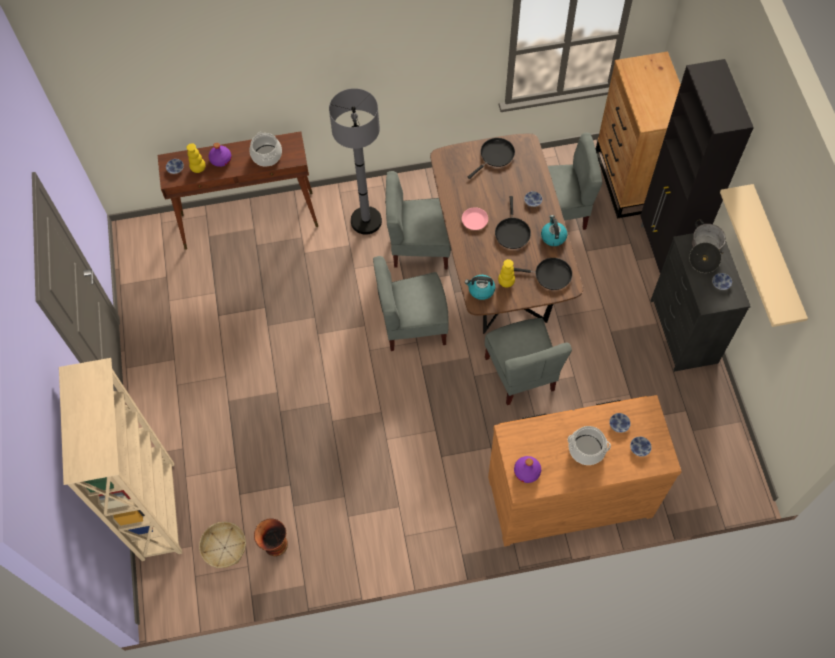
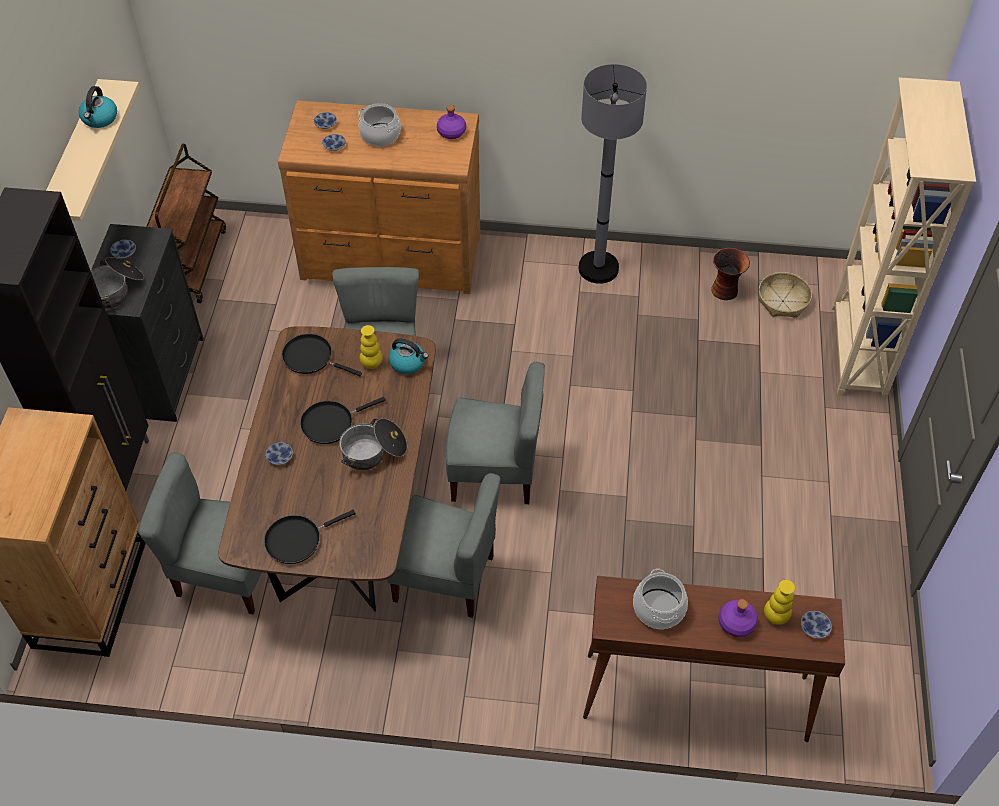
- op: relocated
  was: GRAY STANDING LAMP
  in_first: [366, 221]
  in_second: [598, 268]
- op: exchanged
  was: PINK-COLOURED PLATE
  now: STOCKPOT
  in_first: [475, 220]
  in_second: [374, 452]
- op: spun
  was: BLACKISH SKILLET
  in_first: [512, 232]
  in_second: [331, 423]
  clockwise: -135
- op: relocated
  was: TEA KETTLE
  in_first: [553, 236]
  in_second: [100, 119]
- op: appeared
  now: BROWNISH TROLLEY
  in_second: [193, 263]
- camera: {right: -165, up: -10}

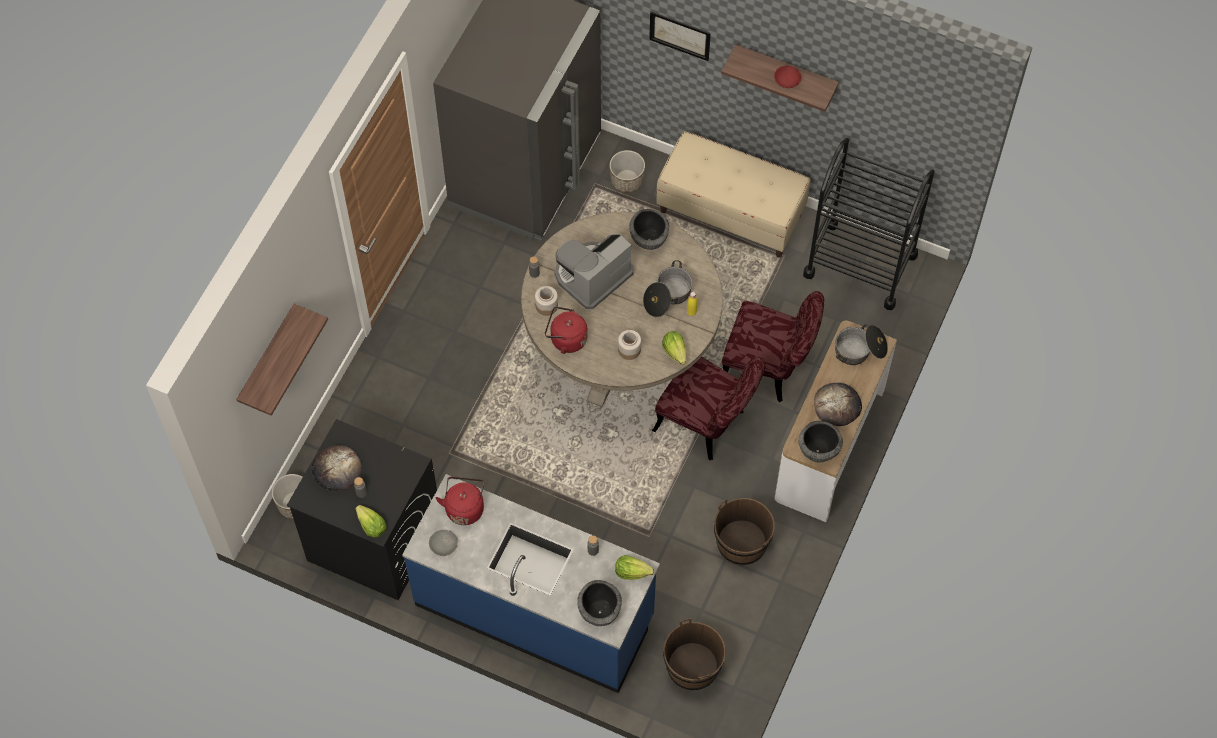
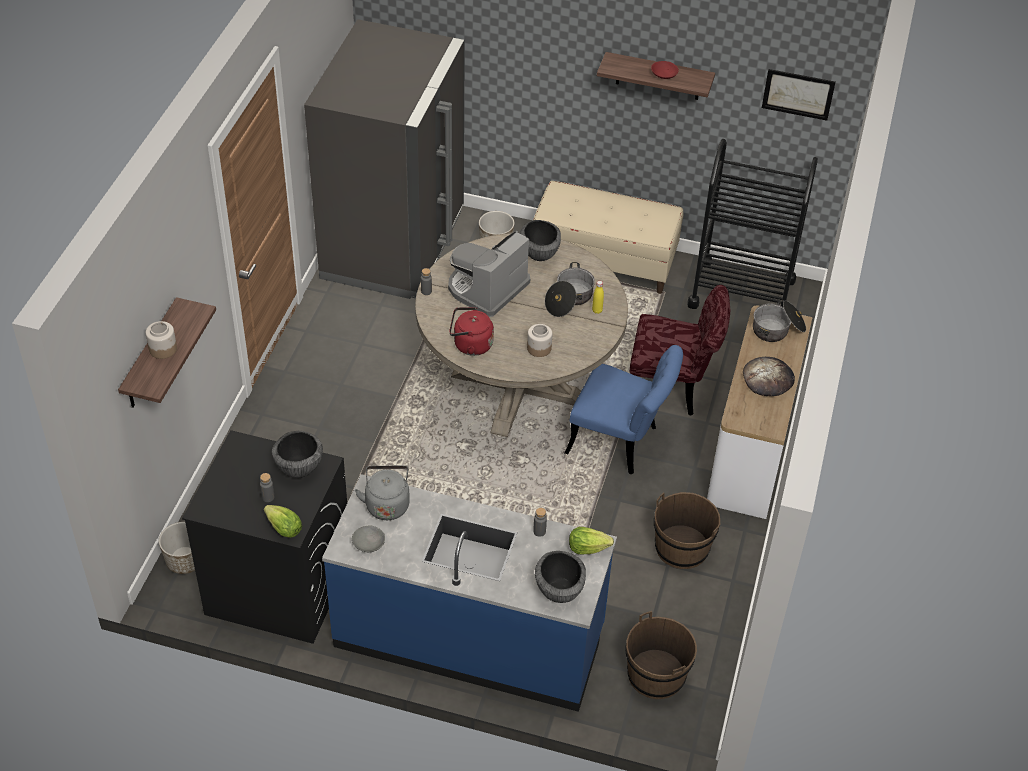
- op: missing
  was: BREAD
  in_first: [337, 469]
- op: colour
  was: RED-COLOURED TEA KETTLE
  now: GRAY TEA KETTLE
  in_first: [464, 507]
  in_second: [387, 504]
- op: relocated
  was: JAR
  in_first: [546, 305]
  in_second: [163, 349]
- op: relocated
  was: WALL ART
  in_first: [680, 35]
  in_second: [798, 94]
- op: colour
  was: RED-COLOURED PLAIN CHAIR
  now: BLUE-COLOURED PLAIN CHAIR
  in_first: [707, 425]
  in_second: [621, 443]
- op: missing
  was: LETTUCE HEAD
  in_first: [675, 351]
- op: relocated
  was: BOWL
  in_first: [818, 451]
  in_second: [299, 468]
- camera: {right: -10, up: -15}

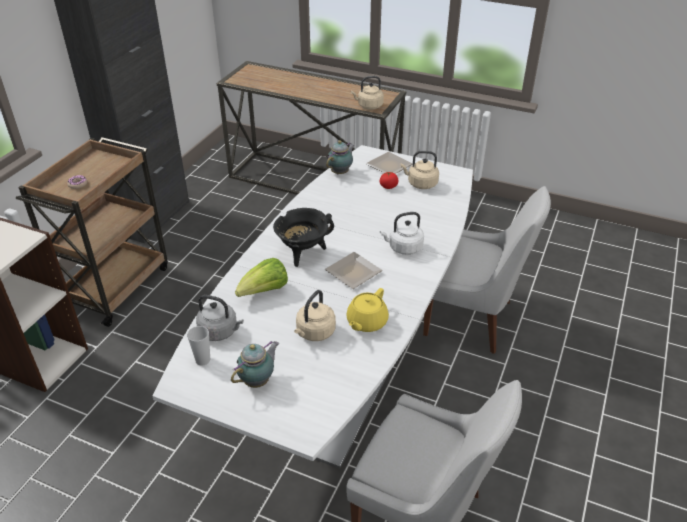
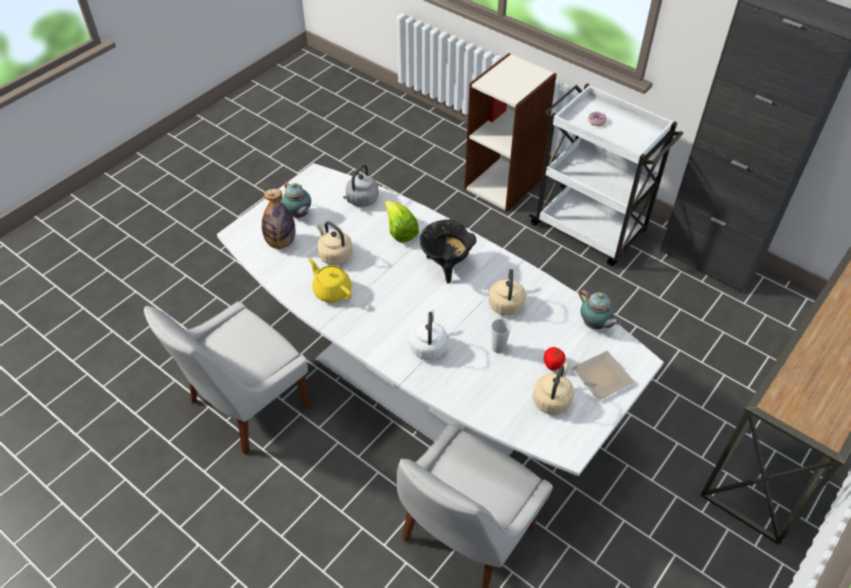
- op: colour
  was: BROWNISH TROLLEY
  now: WHITISH TROLLEY
  in_first: [116, 286]
  in_second: [590, 229]
- op: relocated
  was: CUP
  in_first: [203, 360]
  in_second: [498, 348]
- op: missing
  was: PLATE
  in_first: [353, 271]
- op: relocated
  was: BEIGE-COLOURED TEA KETTLE
  in_first: [368, 106]
  in_second: [506, 303]
- op: appeared
  now: DRINK BOTTLE
  in_second: [281, 243]
- camera: {right: 105, up: 10}

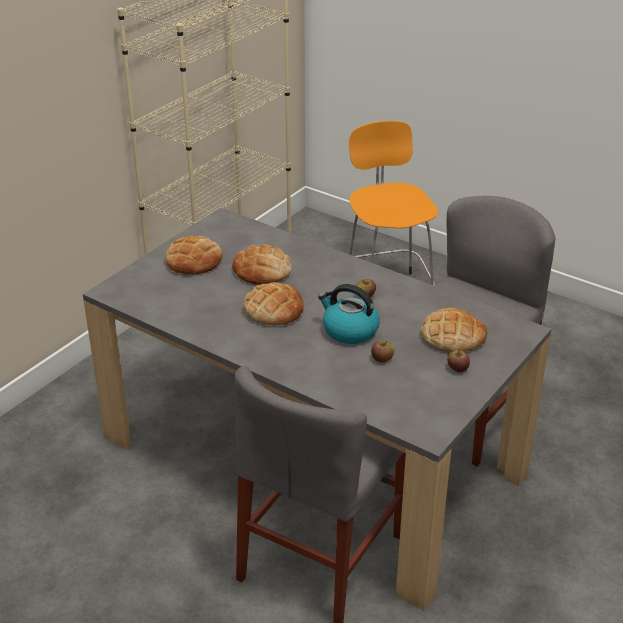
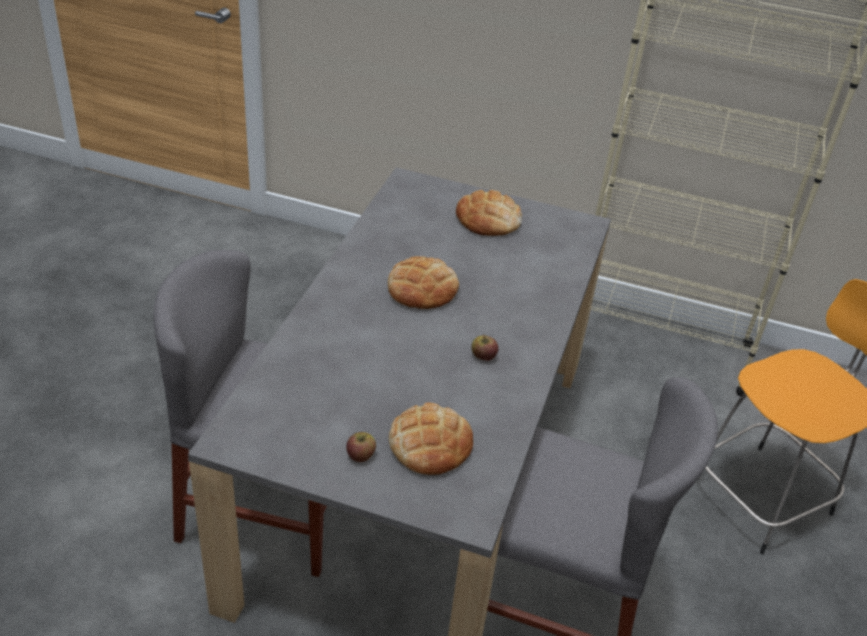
- op: missing
  was: BREAD
  in_first: [262, 271]
- op: missing
  was: TEA KETTLE
  in_first: [349, 330]
- op: missing
  was: APPLE FRUIT
  in_first: [382, 359]
- camera: {right: 70, up: 5}

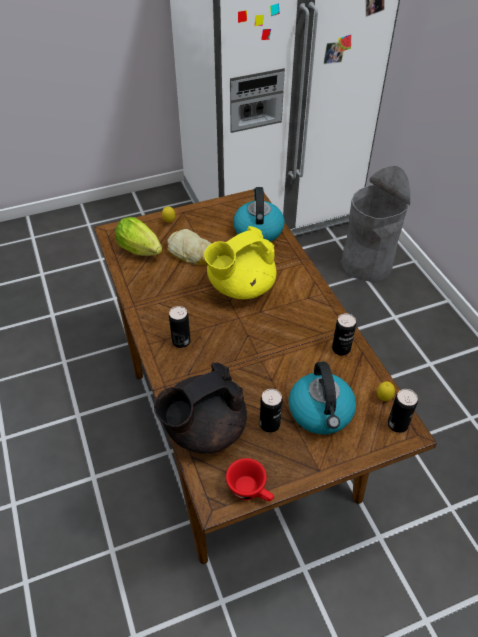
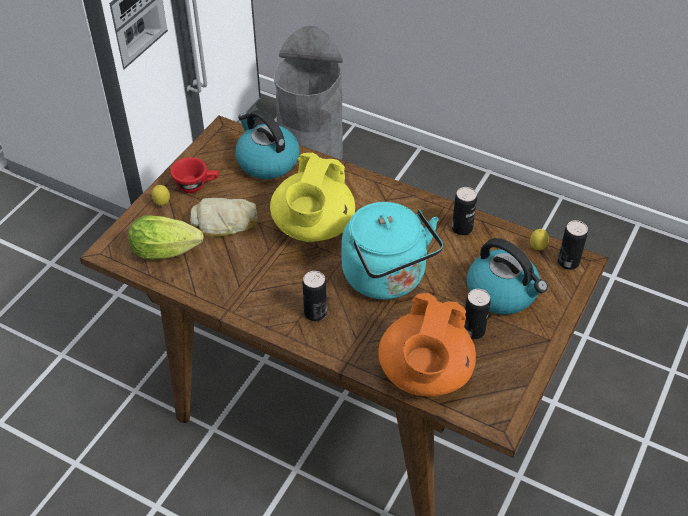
- op: colour
  was: BLACKISH TEAPOT
  now: ORANGE-COLOURED TEAPOT
  in_first: [203, 429]
  in_second: [425, 374]
- op: relocated
  was: RED-COLOURED CUP
  in_first: [251, 491]
  in_second: [196, 185]
- op: appeared
  now: TURQUOISE-COLOURED TEA KETTLE
  in_second: [387, 278]
- camera: {right: -40, up: 0}

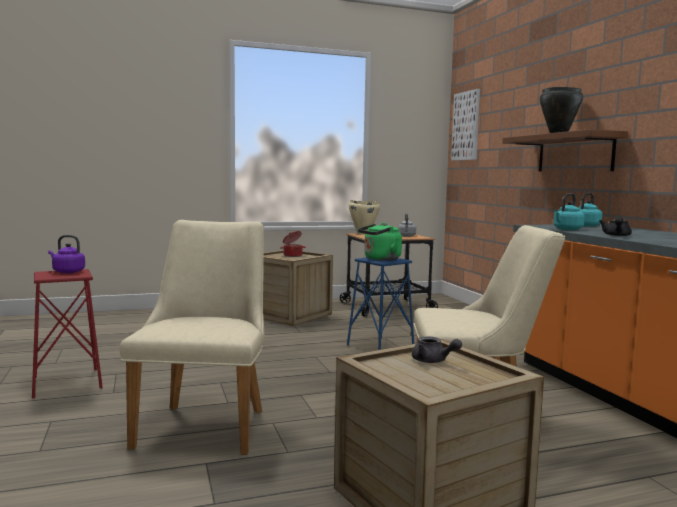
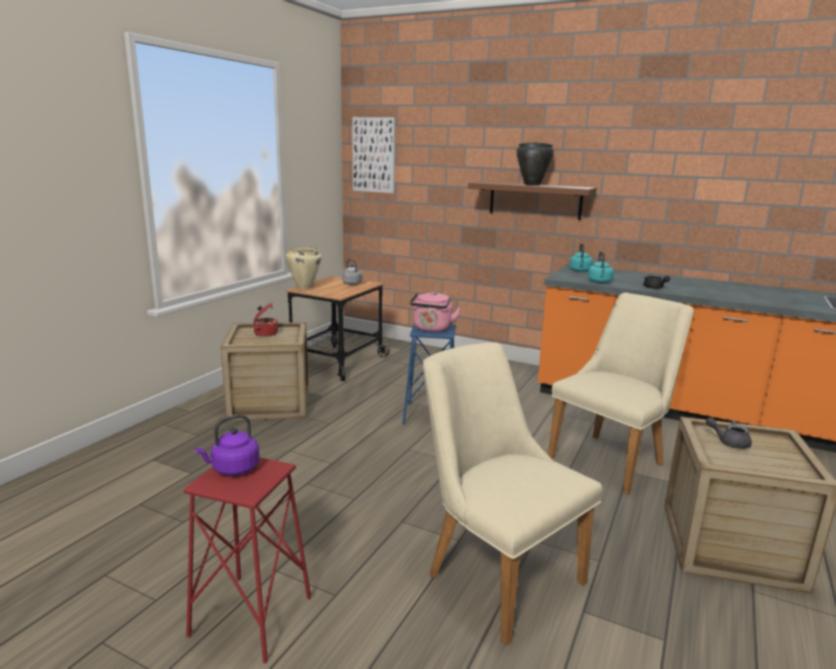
- op: colour
  was: GREEN-COLOURED TEA KETTLE
  now: PINK-COLOURED TEA KETTLE
  in_first: [380, 259]
  in_second: [432, 329]
- op: spun
  was: GRAY TEAPOT
  in_first: [433, 361]
  in_second: [729, 442]
  clockwise: -150
- camera: {right: -45, up: 10}

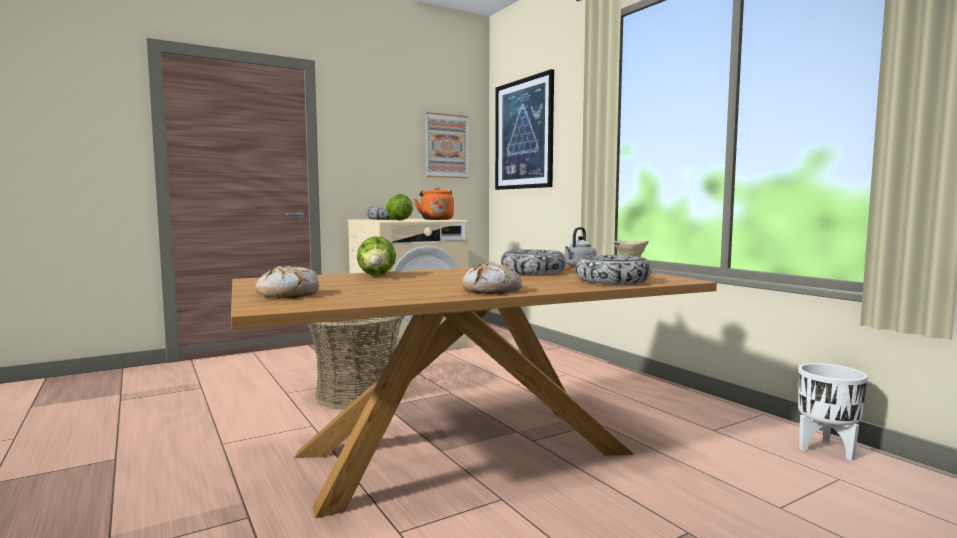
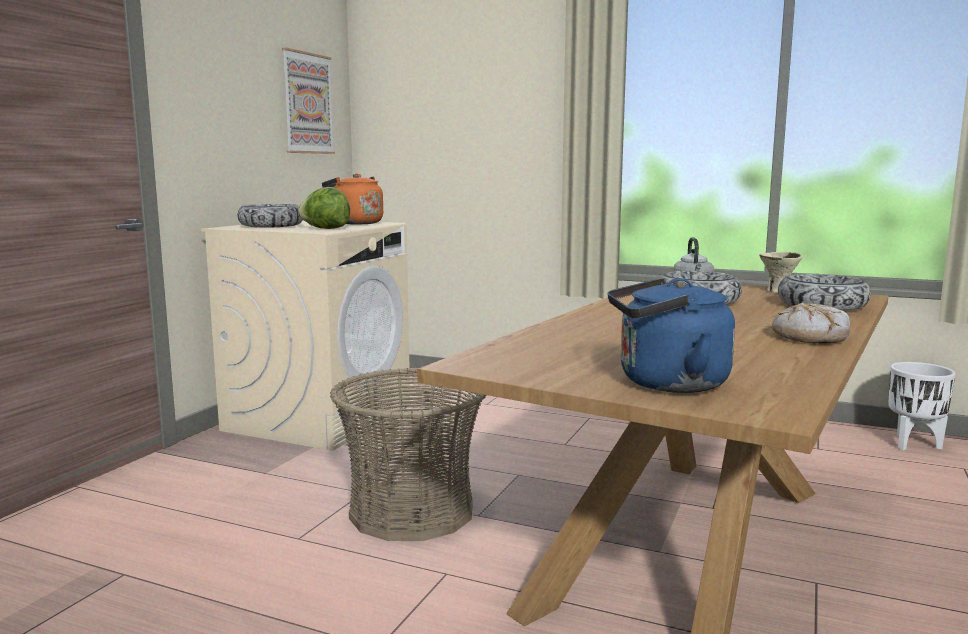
- op: exchanged
  was: BREAD
  now: BLUE-COLOURED TEA KETTLE
  in_first: [288, 294]
  in_second: [666, 384]
- op: missing
  was: LETTUCE HEAD
  in_first: [377, 276]
- op: missing
  was: WALL ART
  in_first: [523, 134]
- camera: {right: -35, up: 5}

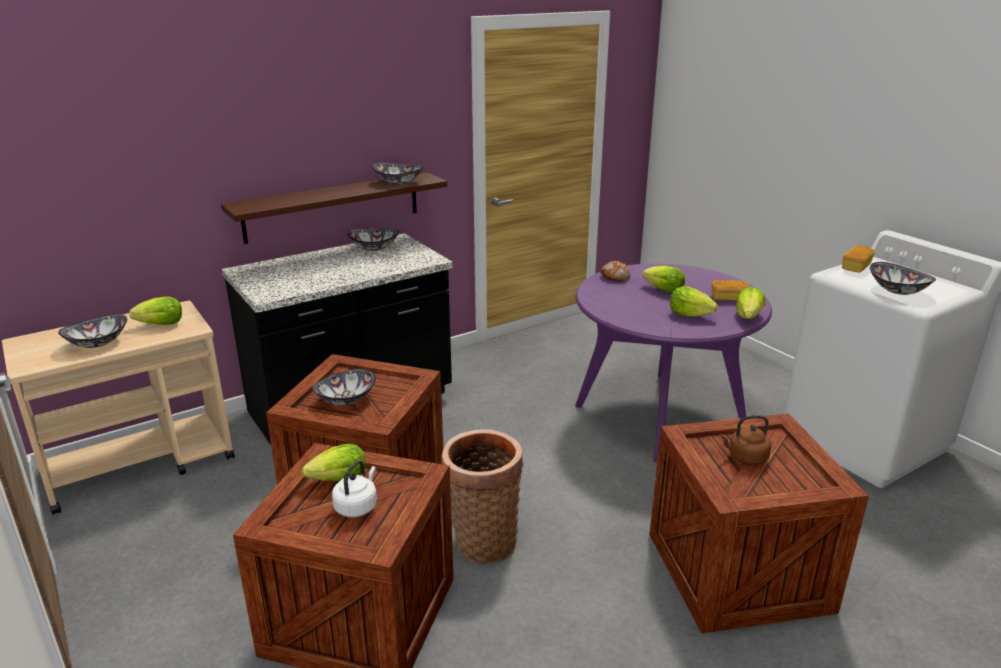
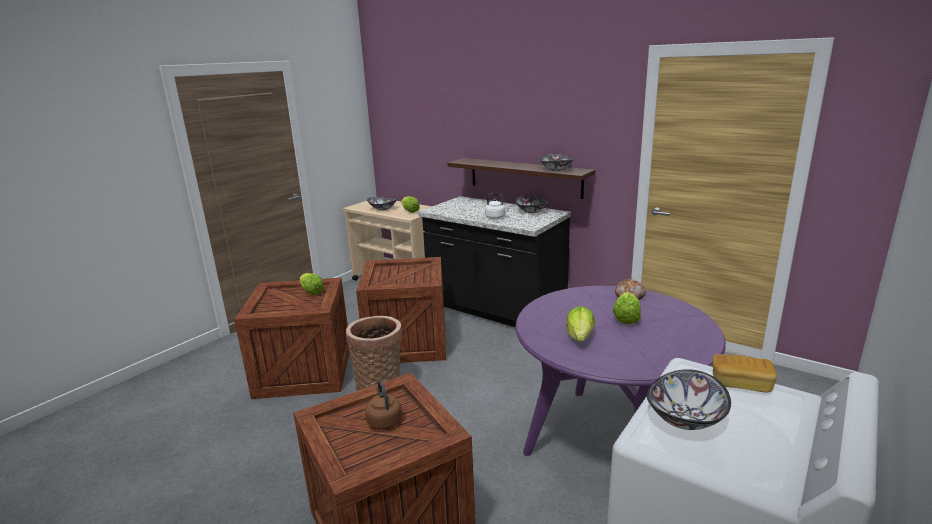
- op: missing
  was: BOWL
  in_first: [345, 399]
- op: relocated
  was: WHITISH TEA KETTLE
  in_first: [357, 506]
  in_second: [496, 217]
- op: missing
  was: BREAD
  in_first: [729, 298]
- op: missing
  was: LETTUCE HEAD
  in_first: [748, 317]
- camera: {right: 70, up: -5}

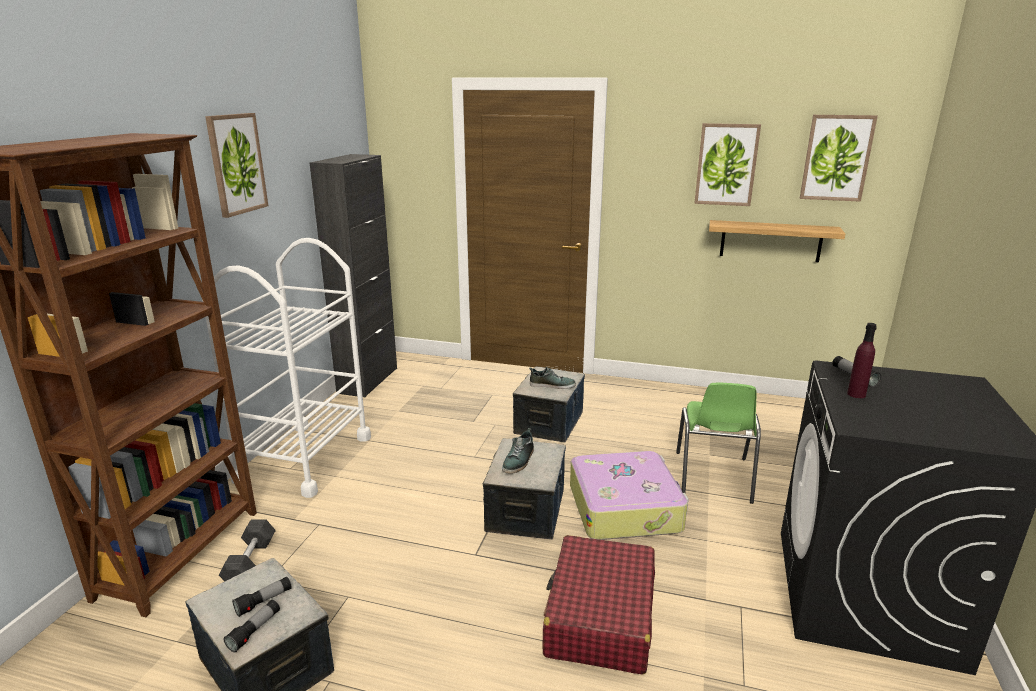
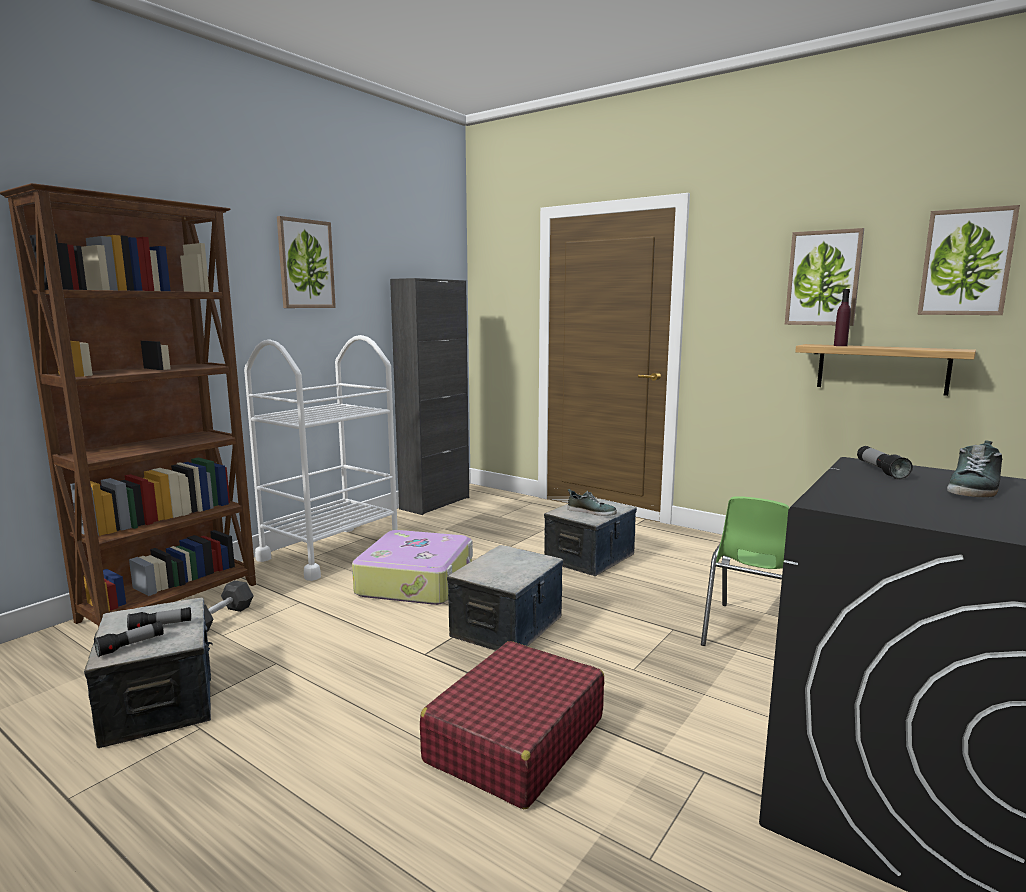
- op: relocated
  was: SHOE
  in_first: [519, 460]
  in_second: [974, 489]
- op: relocated
  was: TRAVEL CASE
  in_first: [625, 507]
  in_second: [417, 581]
- op: relocated
  was: PURPLE DRINK BOTTLE
  in_first: [856, 394]
  in_second: [840, 345]
- camera: {right: 20, up: -10}

